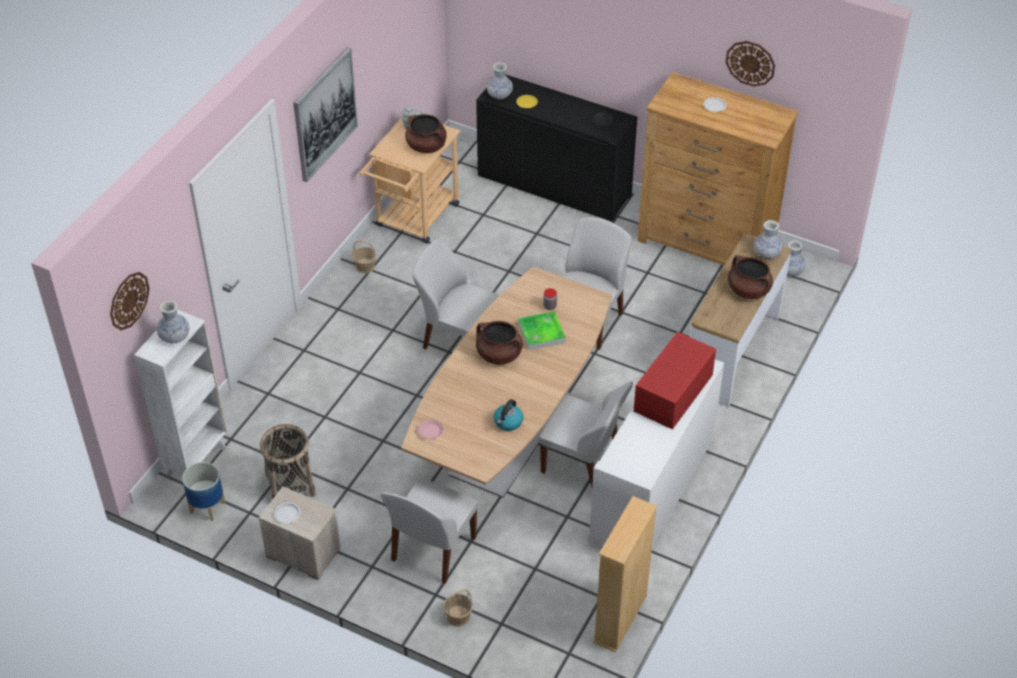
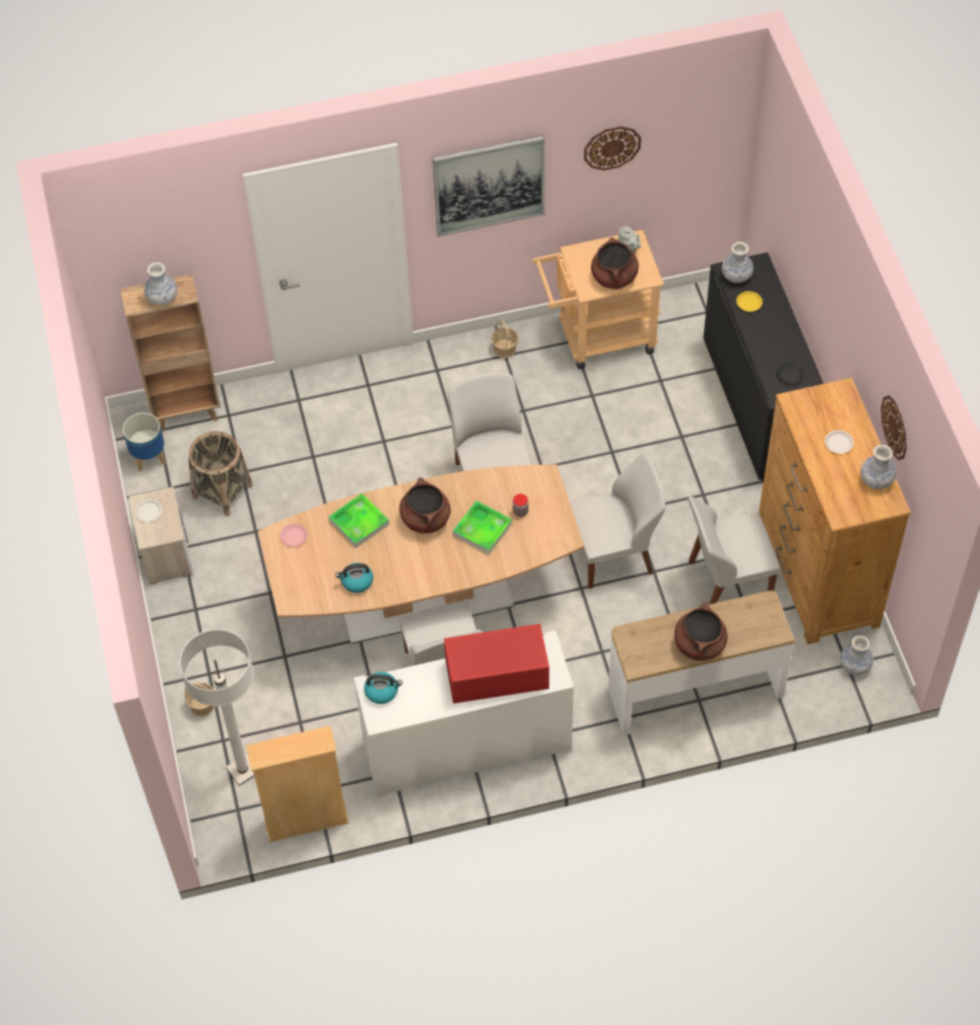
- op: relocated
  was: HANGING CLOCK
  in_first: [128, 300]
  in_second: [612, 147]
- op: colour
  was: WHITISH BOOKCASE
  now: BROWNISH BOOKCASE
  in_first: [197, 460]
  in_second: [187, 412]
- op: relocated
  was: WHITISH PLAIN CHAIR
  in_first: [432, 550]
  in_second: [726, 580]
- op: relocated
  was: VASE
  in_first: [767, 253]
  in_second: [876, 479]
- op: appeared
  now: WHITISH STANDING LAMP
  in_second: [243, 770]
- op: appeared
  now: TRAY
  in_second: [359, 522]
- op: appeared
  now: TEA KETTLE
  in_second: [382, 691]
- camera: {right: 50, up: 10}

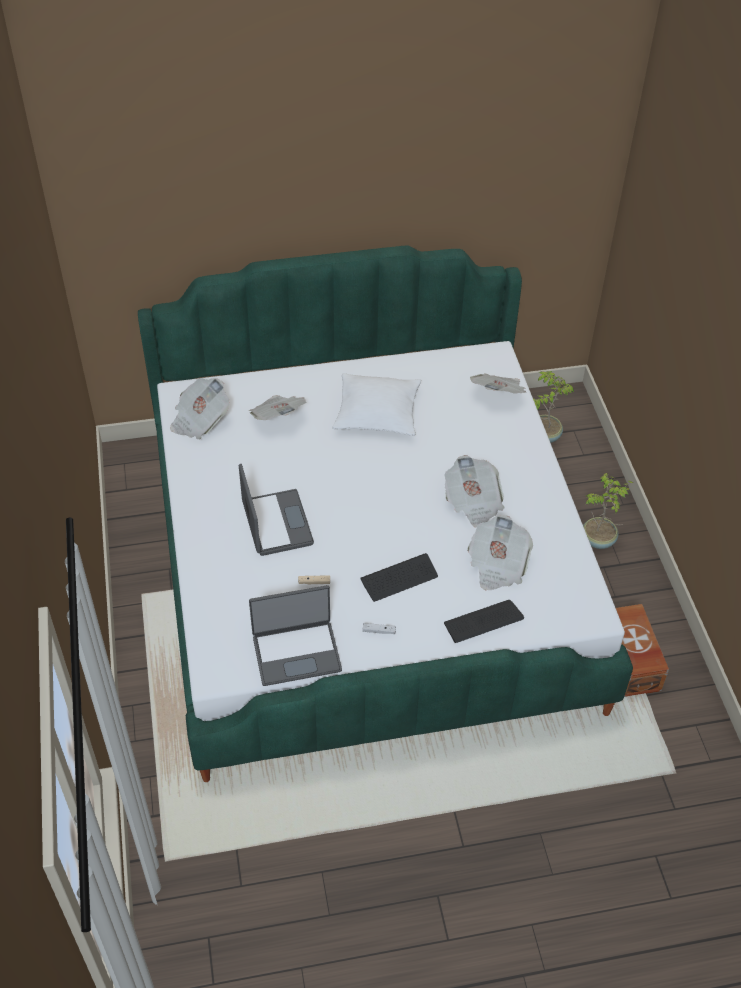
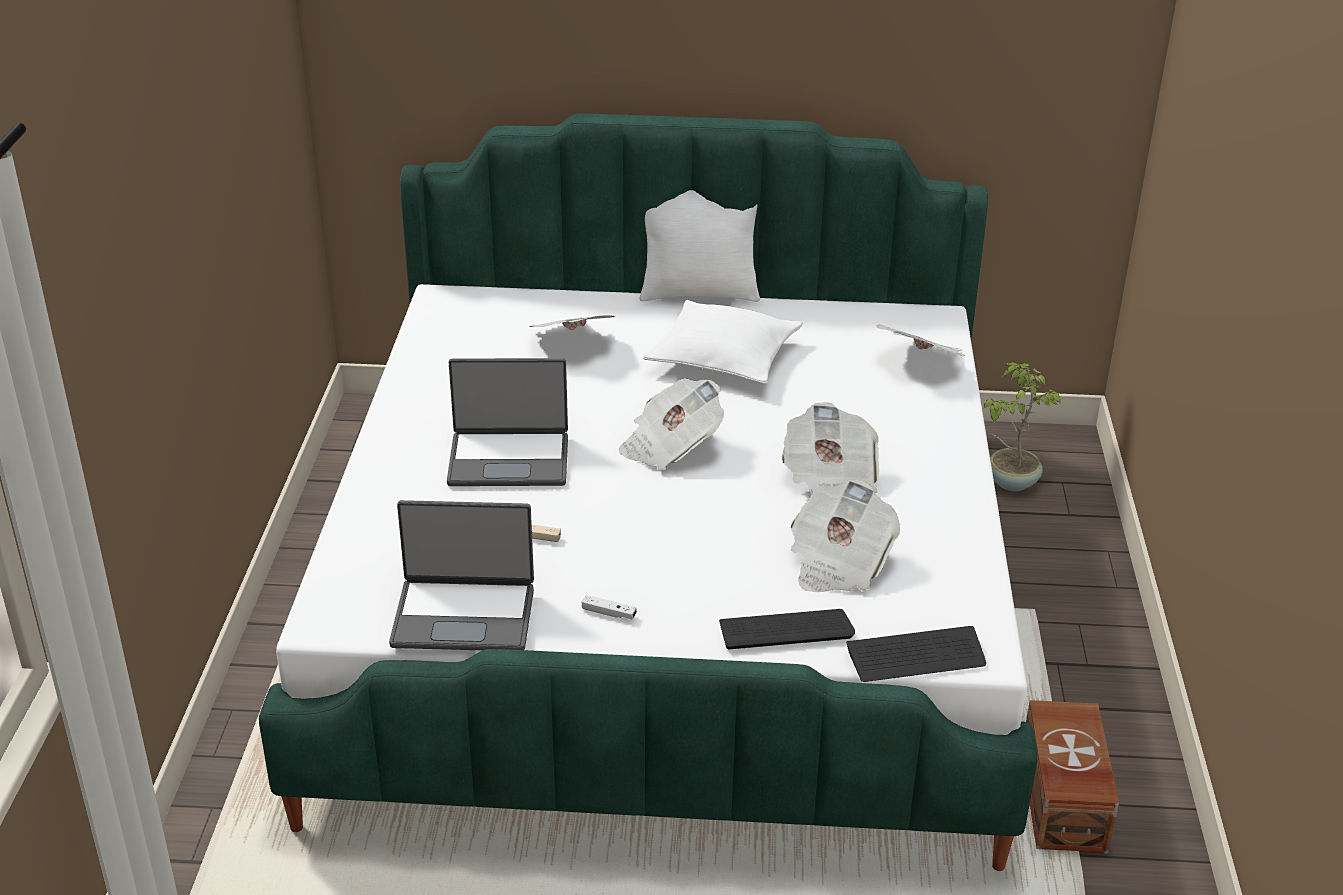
- op: relocated
  was: PRINTED PAPER
  in_first: [199, 420]
  in_second: [670, 447]
- op: spun
  was: PORTABLE COMPUTER
  in_first: [275, 524]
  in_second: [509, 459]
  clockwise: 90
- op: relocated
  was: COMPUTER KEYBOARD
  in_first: [399, 578]
  in_second: [916, 656]
- op: missing
  was: HOUSEPLANT
  in_first: [599, 540]
- op: appeared
  now: WHITISH CUSHION
  in_second: [699, 293]
- camera: {right: 15, up: -15}

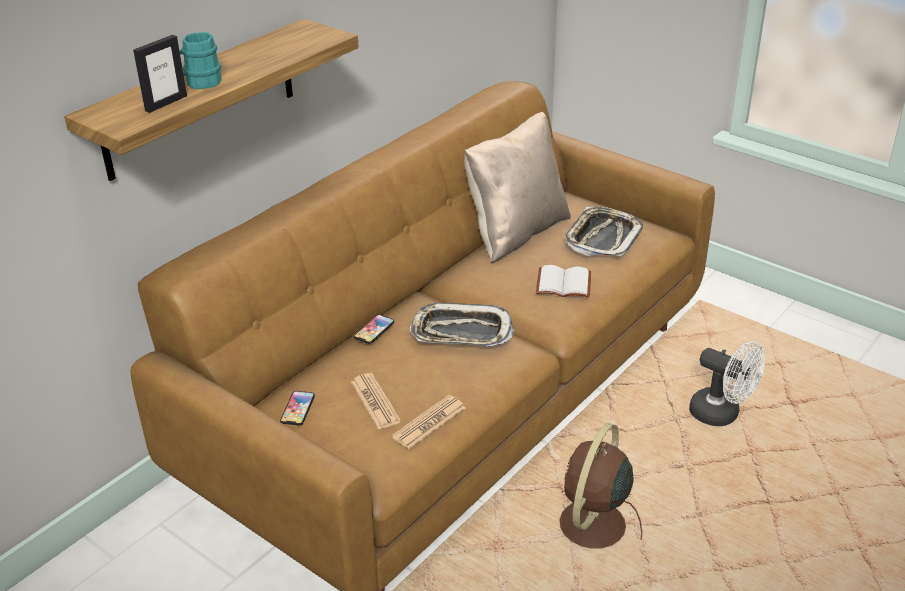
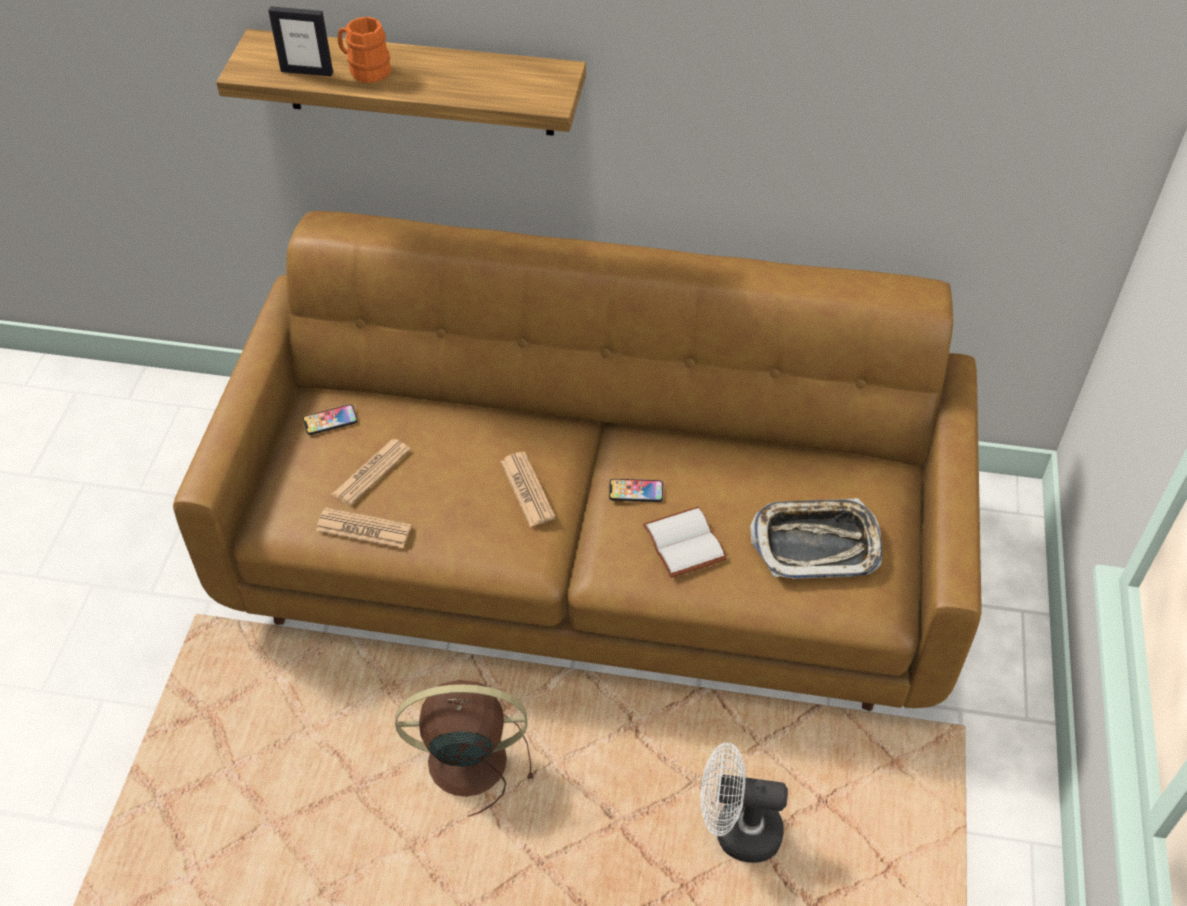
- op: colour
  was: TURQUOISE-COLOURED TEA MUG
  now: ORANGE-COLOURED TEA MUG
  in_first: [199, 83]
  in_second: [365, 70]
- op: relocated
  was: TELEPHONE
  in_first: [374, 330]
  in_second: [636, 491]
- op: exchanged
  was: TRAY
  now: PRINTED PAPER
  in_first: [461, 332]
  in_second: [527, 489]
- op: missing
  was: BEIGE-COLOURED CUSHION
  in_first: [516, 233]
- op: spun
  was: WHITISH FAN
  in_first: [722, 414]
  in_second: [736, 831]
  clockwise: 90
- camera: {right: 60, up: 15}

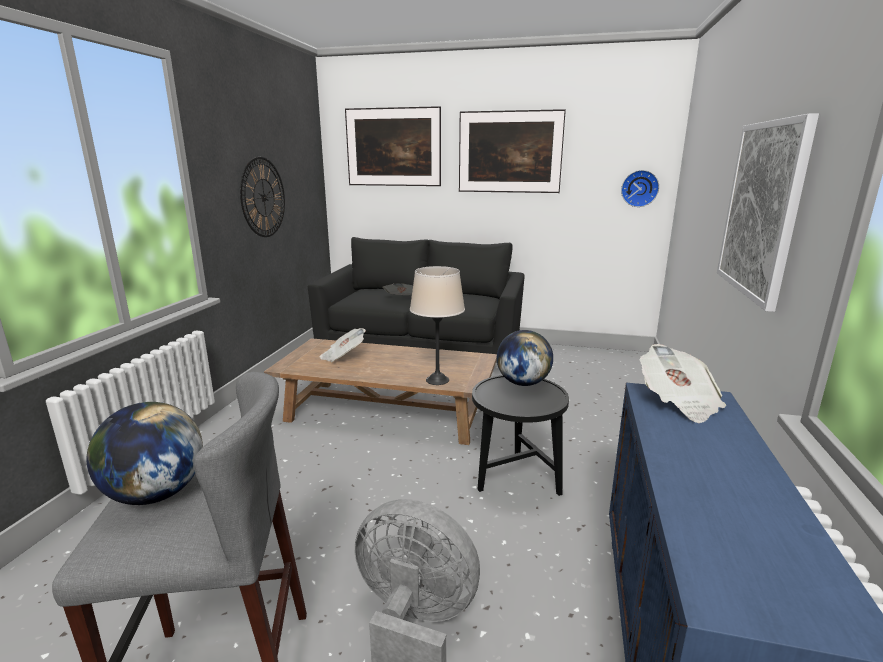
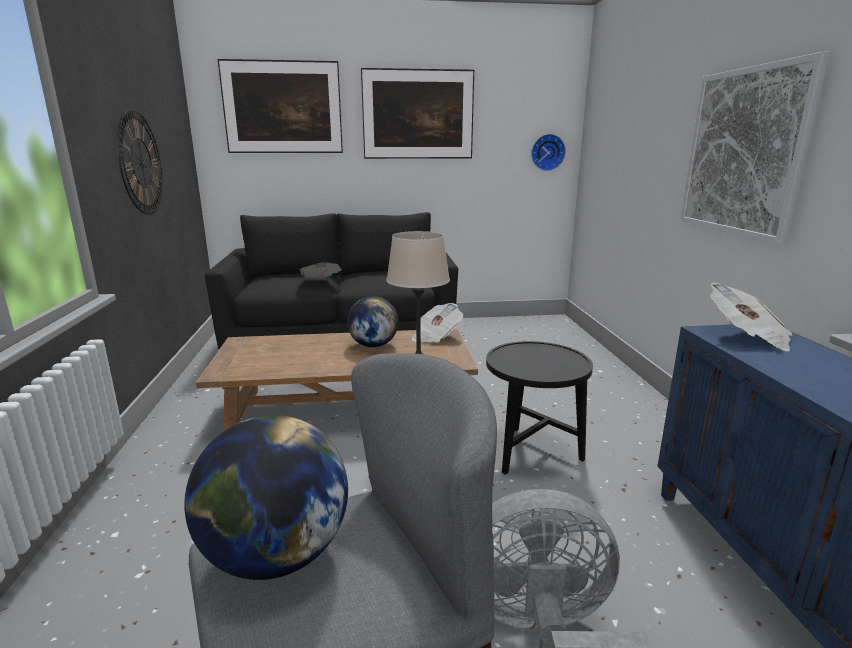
- op: relocated
  was: PRINTED PAPER
  in_first: [343, 356]
  in_second: [436, 336]
- op: relocated
  was: DESK GLOBE
  in_first: [523, 383]
  in_second: [373, 345]
- camera: {right: -20, up: 0}

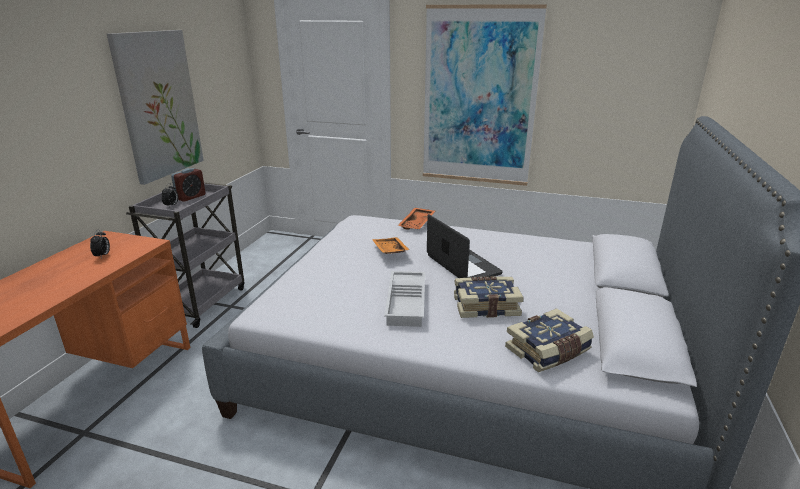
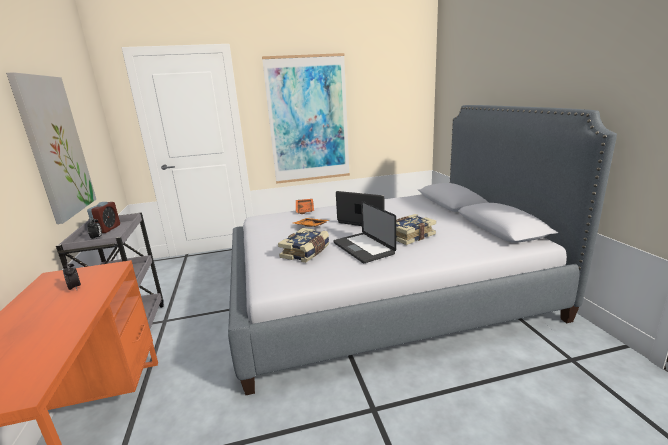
- op: exchanged
  was: WHITISH TRAY
  now: PORTABLE COMPUTER
  in_first: [407, 303]
  in_second: [363, 248]
- op: relocated
  was: BOUND BOOK
  in_first: [548, 351]
  in_second: [306, 252]
- camera: {right: -30, up: -5}

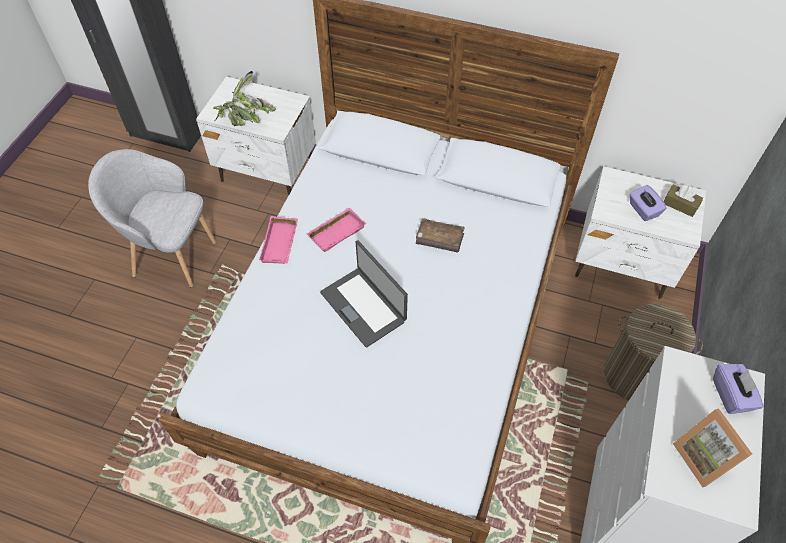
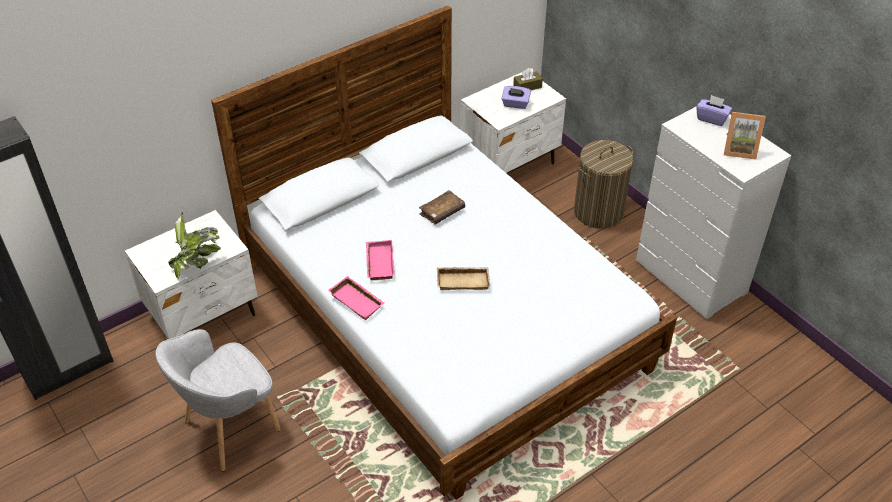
- op: exchanged
  was: PORTABLE COMPUTER
  now: BEIGE-COLOURED TRAY
  in_first: [364, 306]
  in_second: [463, 280]
- camera: {right: -55, up: -10}

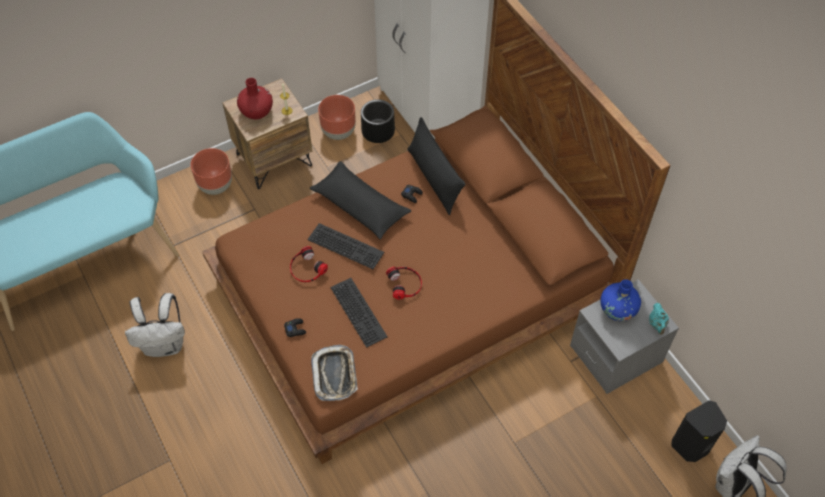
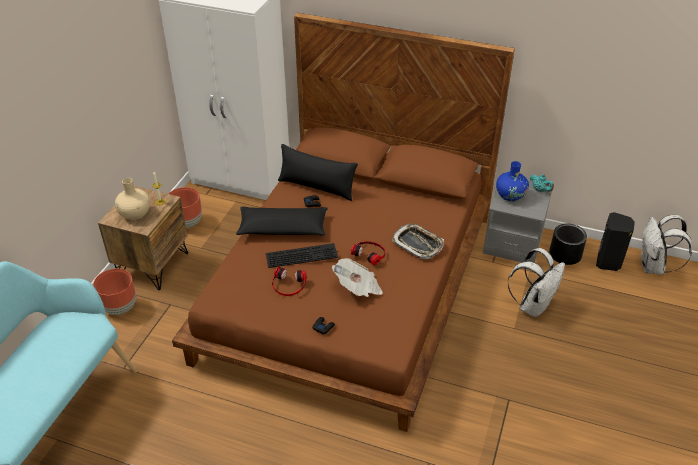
- op: relocated
  was: WHITISH KNAPSACK
  in_first: [165, 345]
  in_second: [533, 305]
- op: colour
  was: RED-COLOURED VASE
  now: BEIGE-COLOURED VASE
  in_first: [256, 112]
  in_second: [135, 214]
- op: relocated
  was: TRAY
  in_first: [335, 375]
  in_second: [418, 244]
- op: exchanged
  was: COMPUTER KEYBOARD
  now: PRINTED PAPER
  in_first: [360, 312]
  in_second: [358, 288]
- op: relocated
  was: BLACKISH FLOWER POT
  in_first: [378, 131]
  in_second: [565, 255]
- camera: {right: -40, up: -15}

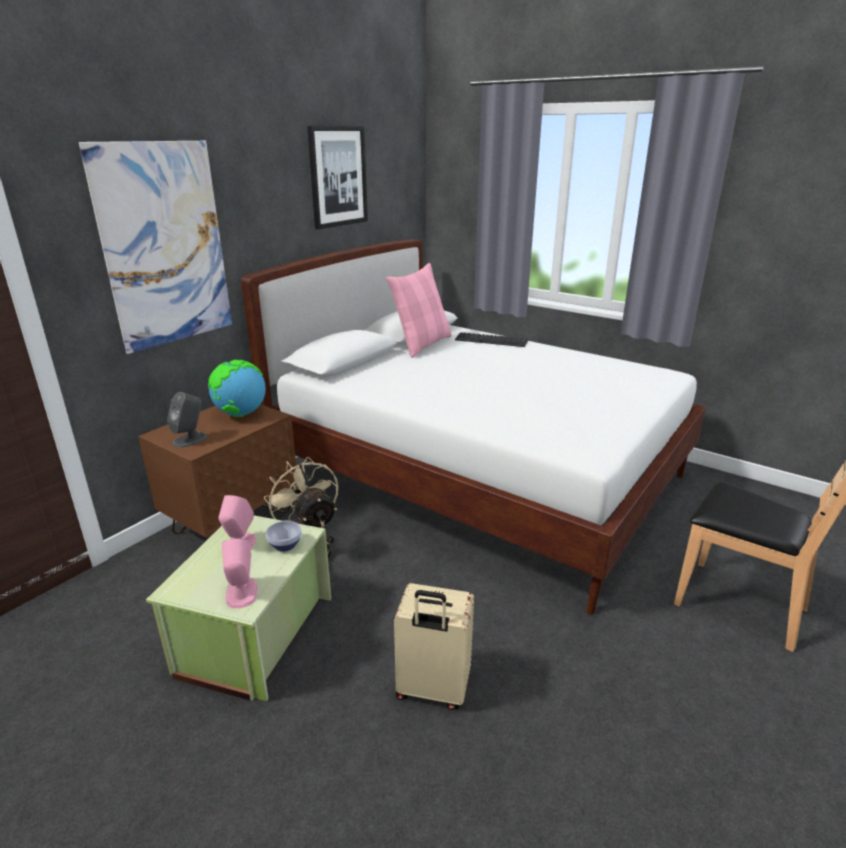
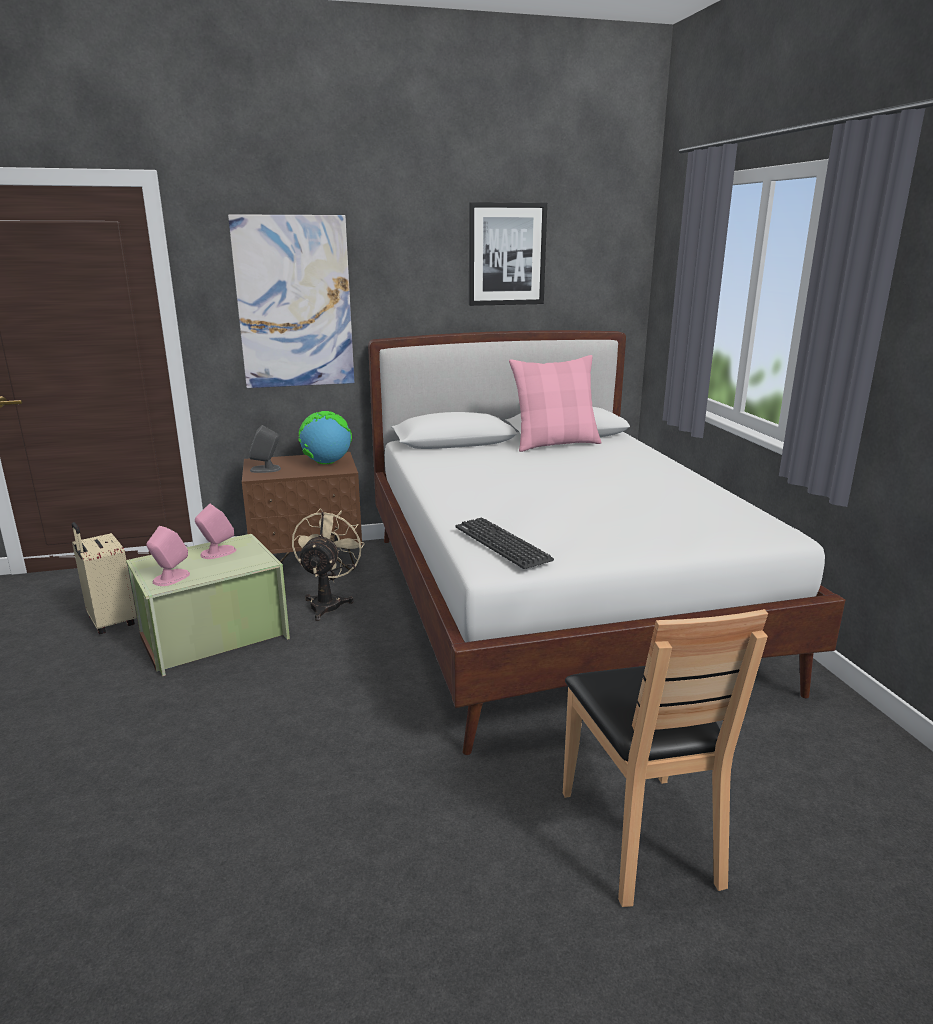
- op: missing
  was: BOWL
  in_first: [284, 545]
- op: relocated
  was: BEIGE-COLOURED TRAVEL CASE
  in_first: [432, 690]
  in_second: [110, 622]
- op: relocated
  was: COMPUTER KEYBOARD
  in_first: [491, 341]
  in_second: [502, 543]
- camera: {right: 40, up: -5}

